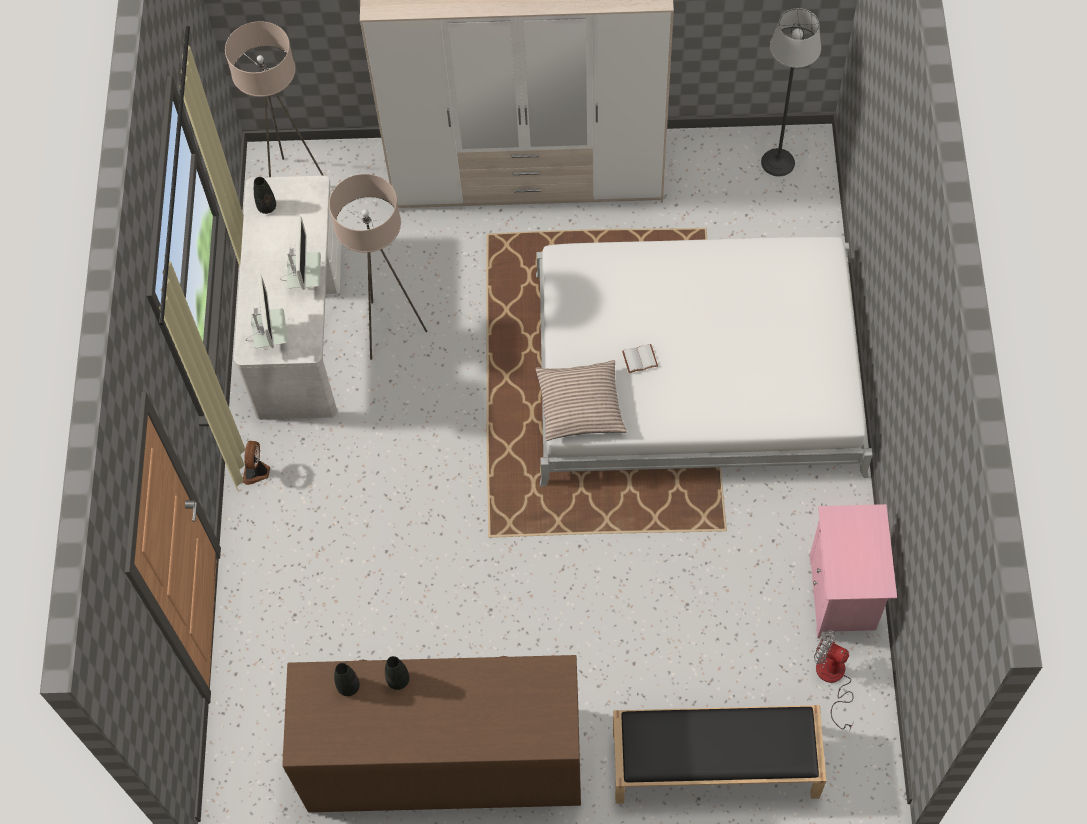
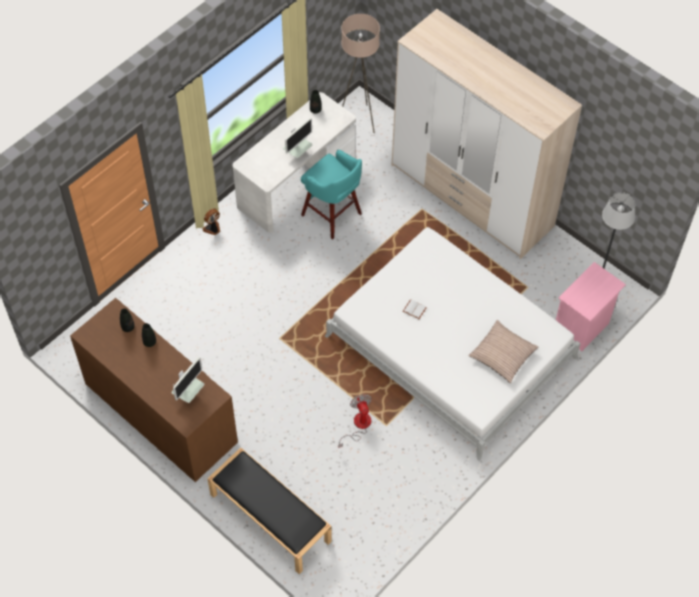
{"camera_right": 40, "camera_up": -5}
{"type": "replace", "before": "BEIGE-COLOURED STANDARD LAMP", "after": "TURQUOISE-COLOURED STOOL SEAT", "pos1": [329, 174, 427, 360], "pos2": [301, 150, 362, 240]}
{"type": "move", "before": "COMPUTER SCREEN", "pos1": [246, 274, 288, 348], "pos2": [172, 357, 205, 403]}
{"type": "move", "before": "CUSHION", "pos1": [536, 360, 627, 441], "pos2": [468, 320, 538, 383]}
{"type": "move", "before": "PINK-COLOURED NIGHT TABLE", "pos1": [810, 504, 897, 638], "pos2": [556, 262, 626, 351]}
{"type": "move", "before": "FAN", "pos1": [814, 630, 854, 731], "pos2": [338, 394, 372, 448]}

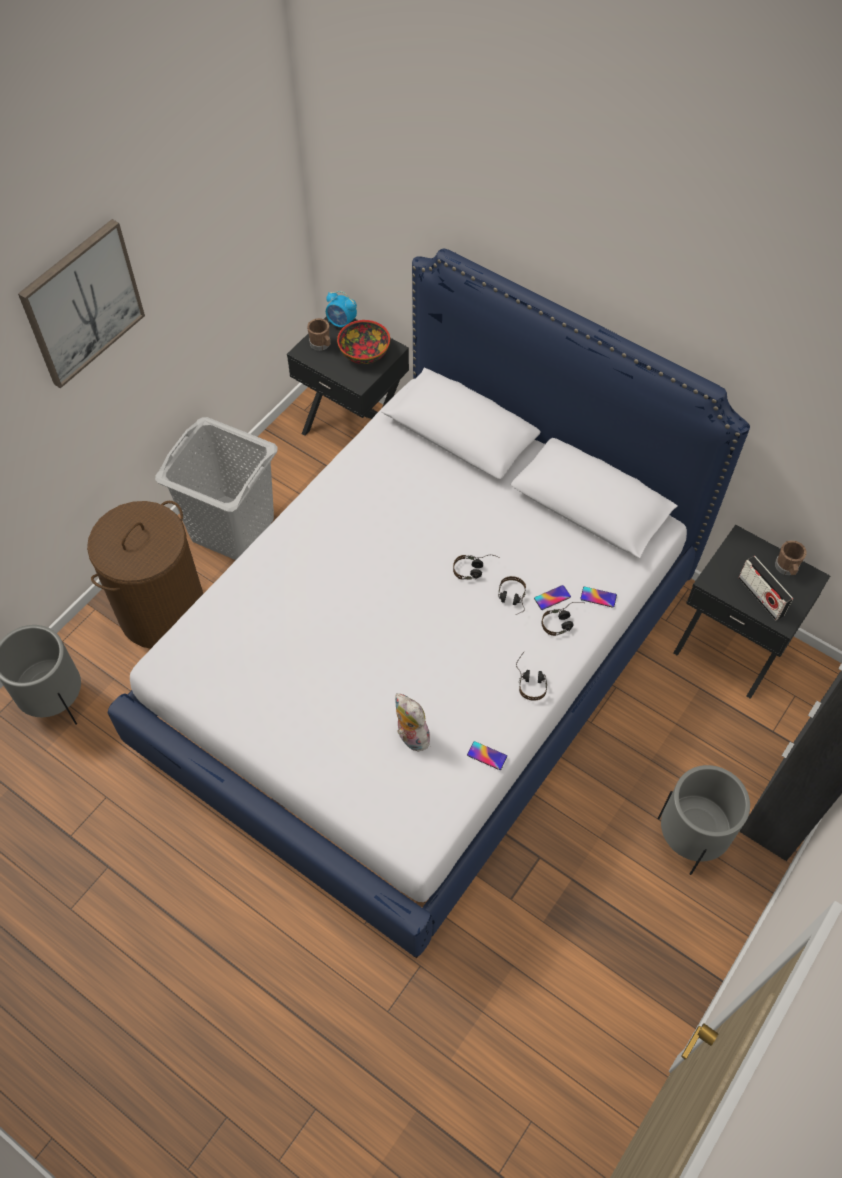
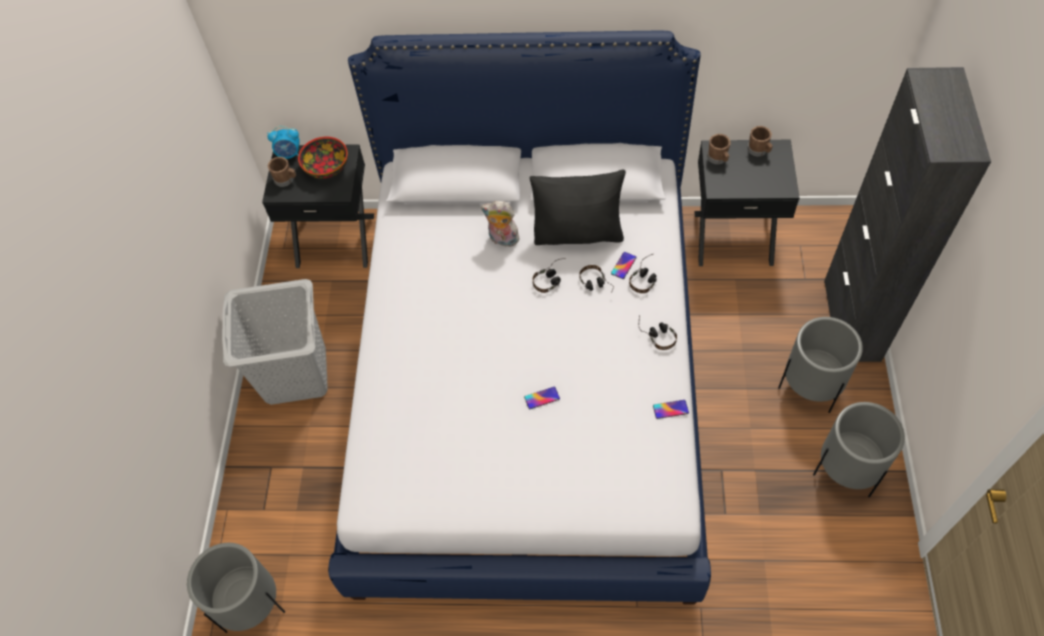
{"camera_right": -30, "camera_up": 0}
{"type": "delete", "before": "WALL ART", "pos1": [18, 219, 145, 388]}
{"type": "delete", "before": "BROWN-COLOURED LAUNDRY BASKET", "pos1": [87, 501, 203, 649]}
{"type": "delete", "before": "RADIO RECEIVER", "pos1": [739, 556, 793, 620]}
{"type": "move", "before": "PHONE", "pos1": [580, 587, 617, 608], "pos2": [524, 387, 560, 409]}
{"type": "move", "before": "SOFT TOY", "pos1": [395, 693, 430, 751], "pos2": [481, 201, 521, 247]}
{"type": "insert", "after": "BROWN-COLOURED COFFEE MUG", "pos2": [707, 134, 731, 164]}
{"type": "insert", "after": "BLACKISH CUSHION", "pos2": [529, 170, 626, 245]}
{"type": "insert", "after": "GRAY PLANT POT", "pos2": [813, 402, 905, 497]}

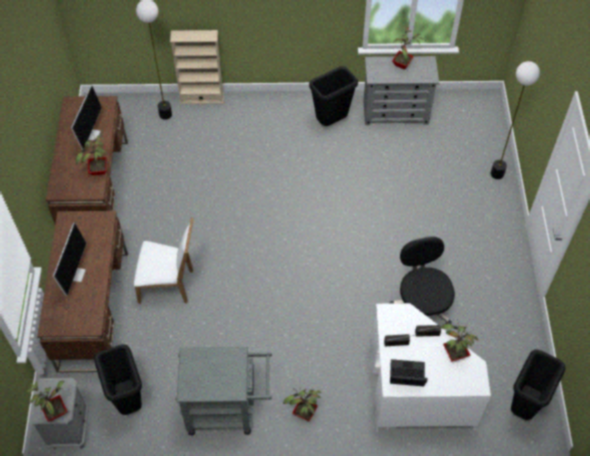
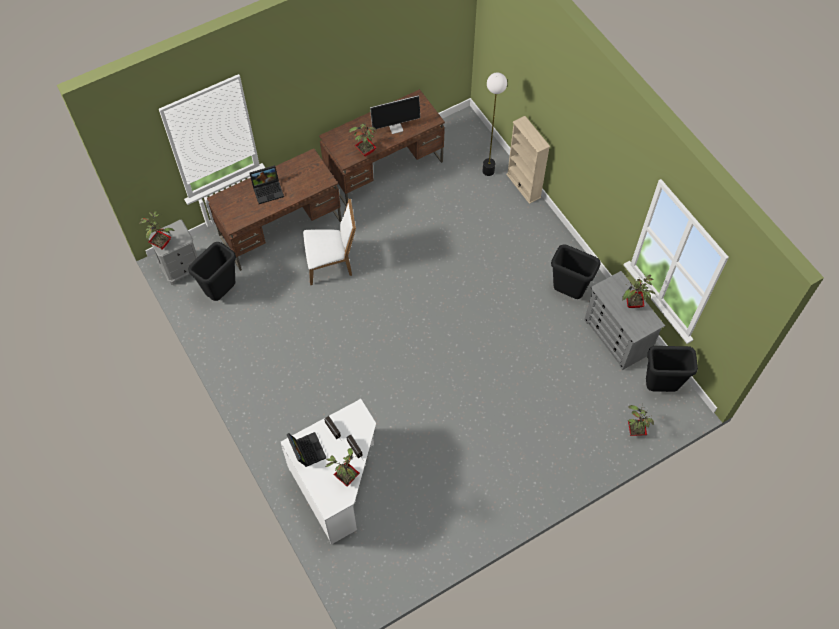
{"camera_right": 60, "camera_up": 5}
{"type": "delete", "before": "STANDARD LAMP", "pos1": [491, 61, 540, 179]}
{"type": "rotate", "before": "WHITISH CHAIR", "pos1": [134, 217, 194, 304], "pos2": [303, 198, 356, 285], "turn": -75}
{"type": "replace", "before": "COMPUTER SCREEN", "after": "LAPTOP", "pos1": [53, 223, 87, 296], "pos2": [249, 165, 284, 204]}
{"type": "delete", "before": "BLACKISH OFFICE CHAIR", "pos1": [389, 236, 455, 325]}
{"type": "delete", "before": "GRAY WHEELED CART", "pos1": [175, 347, 272, 435]}
{"type": "move", "before": "BLACKISH TRASH CAN", "pos1": [511, 350, 565, 420], "pos2": [646, 346, 698, 392]}
{"type": "move", "before": "POTTED PLANT", "pos1": [283, 388, 322, 422], "pos2": [628, 403, 654, 436]}

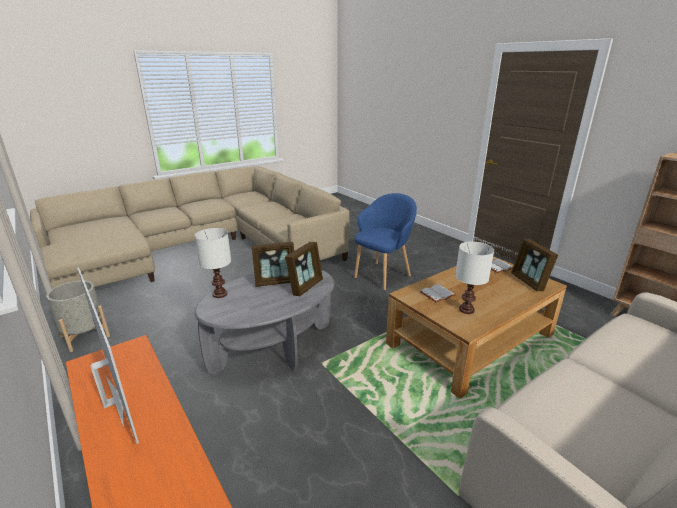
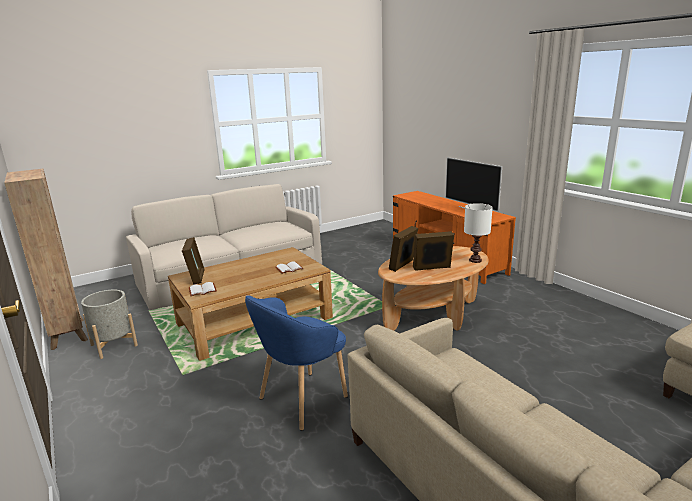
{"camera_right": -175, "camera_up": -5}
{"type": "delete", "before": "WHITISH TABLETOP LAMP", "pos1": [455, 241, 494, 314]}
{"type": "recolor", "before": "GRAY LOUNGE TABLE", "after": "BROWN-COLOURED LOUNGE TABLE", "pos1": [195, 270, 334, 375], "pos2": [378, 246, 489, 331]}
{"type": "move", "before": "GRAY PLANT POT", "pos1": [46, 281, 110, 352], "pos2": [81, 290, 138, 359]}

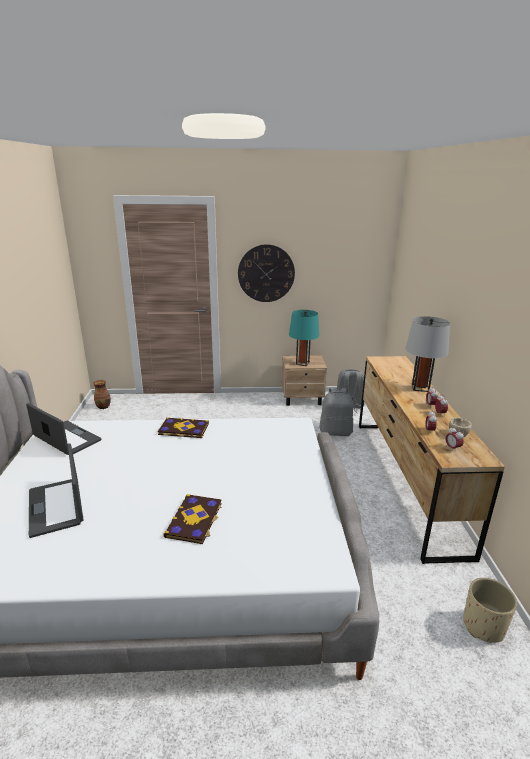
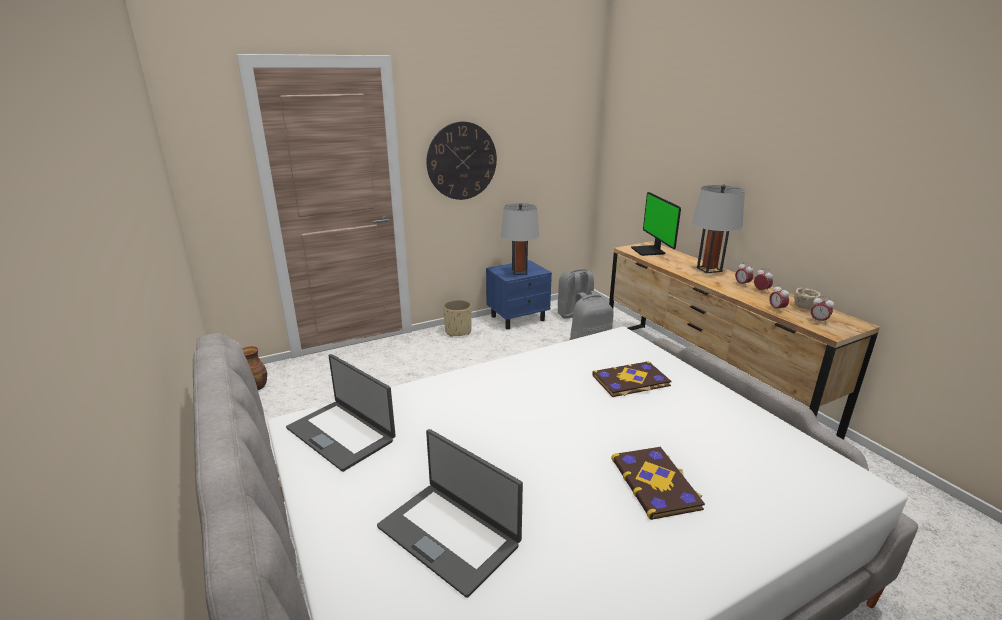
{"camera_right": -25, "camera_up": 0}
{"type": "recolor", "before": "TURQUOISE-COLOURED TABLETOP LAMP", "after": "GRAY TABLETOP LAMP", "pos1": [289, 310, 319, 366], "pos2": [501, 203, 539, 275]}
{"type": "recolor", "before": "BEIGE-COLOURED NIGHT TABLE", "after": "BLUE NIGHT TABLE", "pos1": [282, 356, 327, 406], "pos2": [486, 260, 552, 329]}
{"type": "rotate", "before": "LAPTOP", "pos1": [26, 403, 102, 455], "pos2": [286, 354, 396, 472], "turn": -150}
{"type": "move", "before": "BOUND BOOK", "pos1": [158, 417, 209, 438], "pos2": [592, 361, 672, 397]}
{"type": "move", "before": "BEIGE-COLOURED PLANT POT", "pos1": [463, 578, 517, 643], "pos2": [443, 299, 472, 337]}
{"type": "insert", "after": "COMPUTER SCREEN", "pos2": [631, 192, 681, 256]}

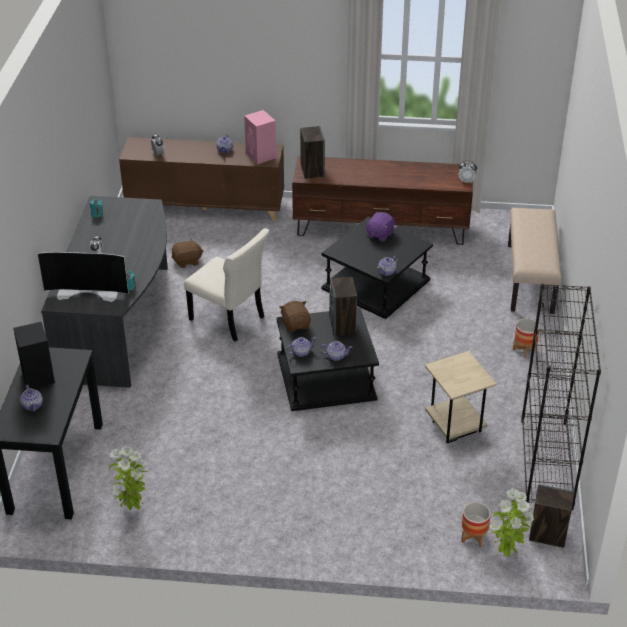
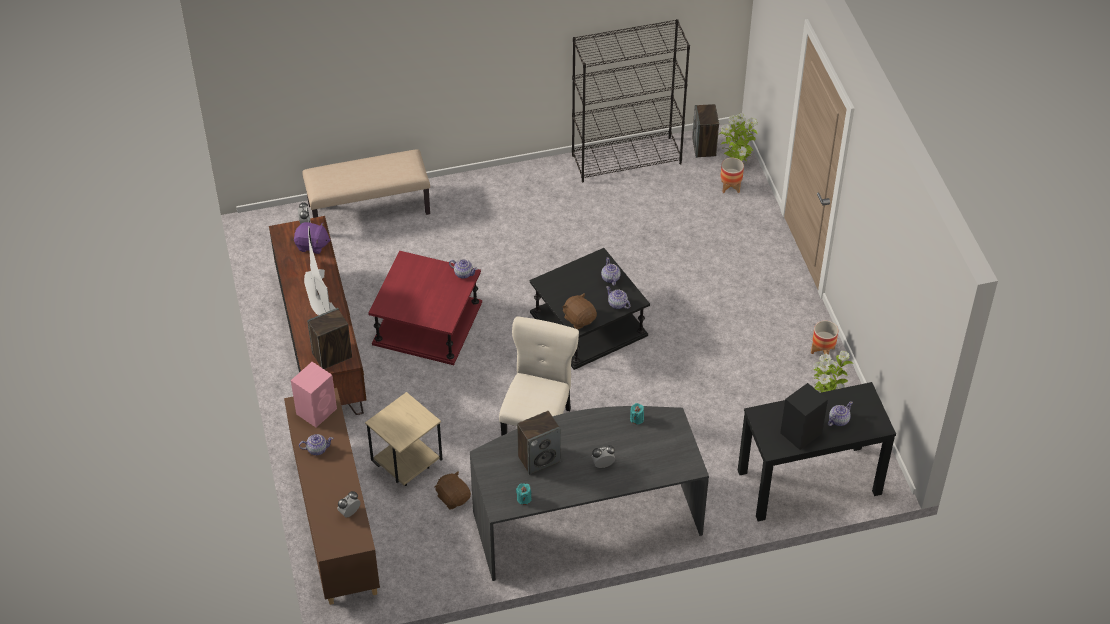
{"camera_right": -110, "camera_up": 10}
{"type": "move", "before": "PURPLE-COLOURED SOFT TOY", "pos1": [365, 212, 395, 242], "pos2": [294, 222, 331, 254]}
{"type": "recolor", "before": "BLACKISH SIDE TABLE", "after": "RED SIDE TABLE", "pos1": [321, 216, 433, 319], "pos2": [368, 251, 482, 365]}
{"type": "move", "before": "TELEVISION", "pos1": [37, 252, 129, 302], "pos2": [304, 227, 336, 315]}
{"type": "move", "before": "SPEAKER", "pos1": [329, 277, 357, 336], "pos2": [517, 411, 561, 475]}
{"type": "rotate", "before": "BROWN-COLOURED SOFT TOY", "pos1": [279, 301, 311, 332], "pos2": [562, 293, 597, 329], "turn": 90}
{"type": "move", "before": "PLANT POT", "pos1": [513, 318, 540, 358], "pos2": [811, 321, 838, 355]}
{"type": "move", "before": "BEIGE-COLOURED SIDE TABLE", "pos1": [425, 351, 497, 443], "pos2": [365, 392, 443, 486]}

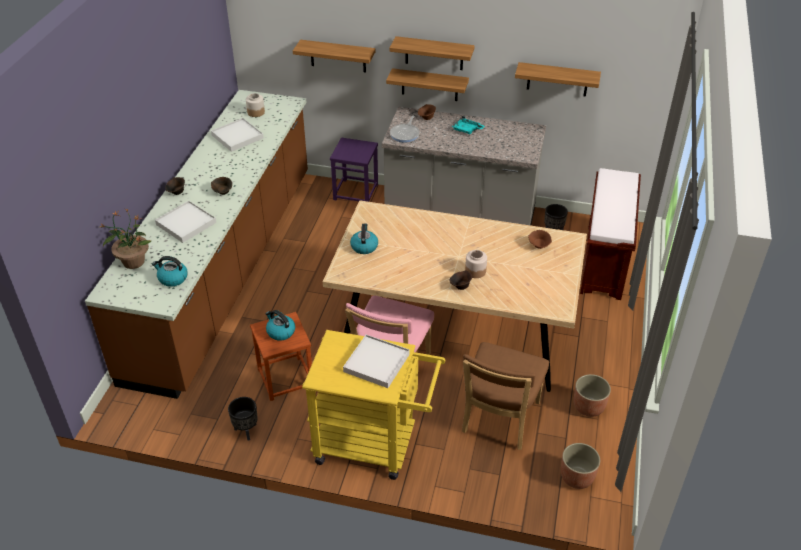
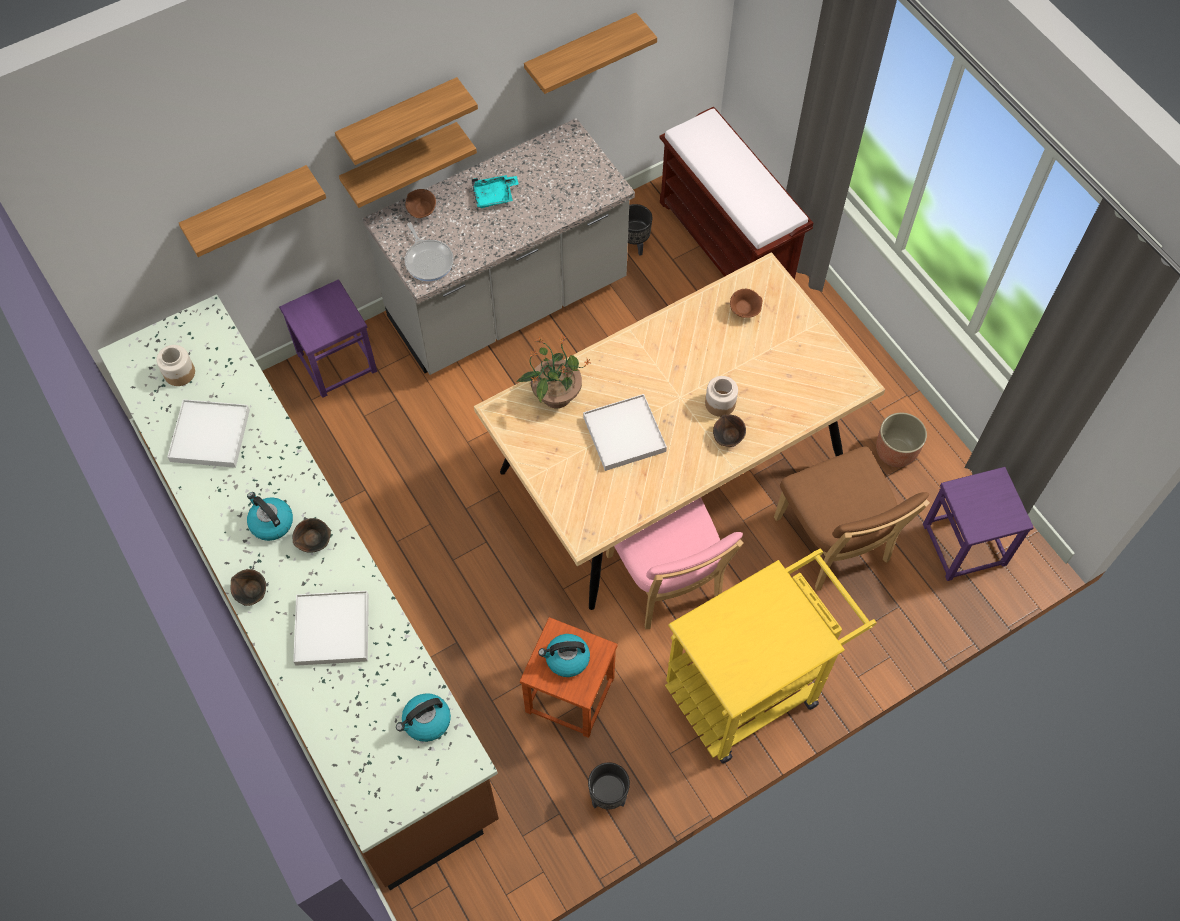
{"camera_right": -45, "camera_up": 20}
{"type": "move", "before": "POTTED PLANT", "pos1": [100, 209, 151, 269], "pos2": [516, 336, 591, 408]}
{"type": "move", "before": "WATER KETTLE", "pos1": [350, 224, 378, 254], "pos2": [247, 492, 293, 541]}
{"type": "move", "before": "WHITISH TRAY", "pos1": [343, 335, 410, 388], "pos2": [583, 394, 667, 471]}
{"type": "replace", "before": "PLANT POT", "after": "PURPLE-COLOURED STOOL SEAT", "pos1": [561, 443, 600, 489], "pos2": [923, 467, 1034, 581]}

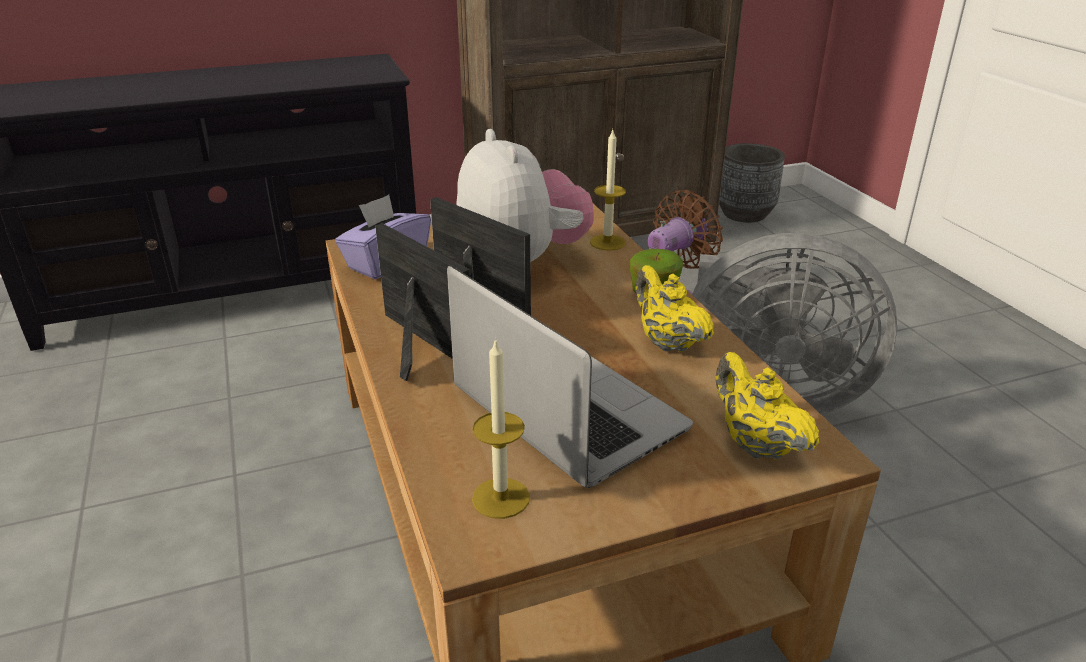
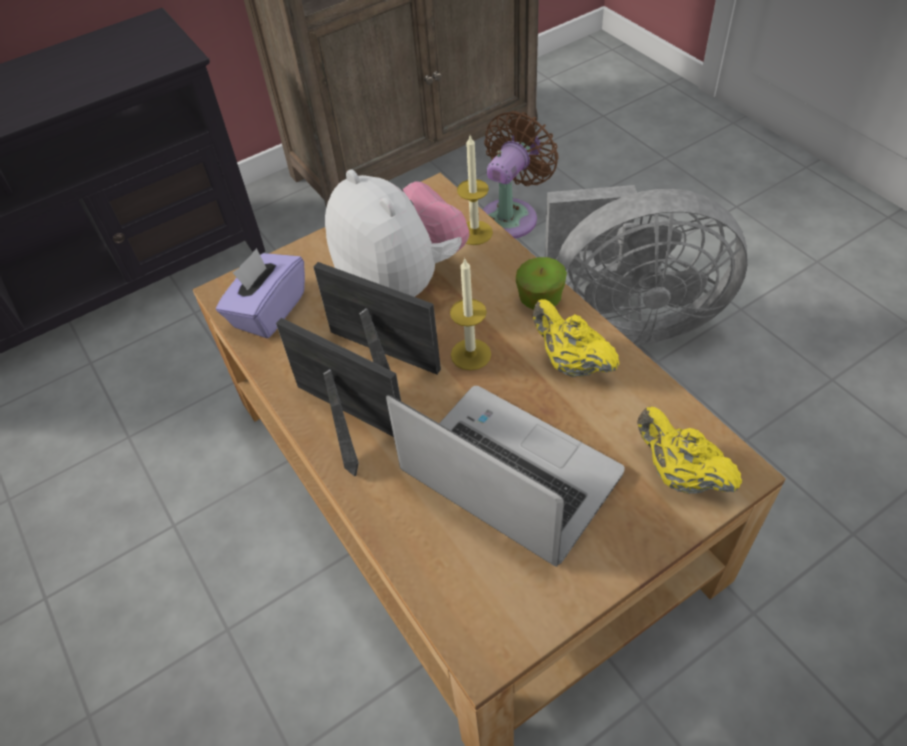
{"camera_right": -10, "camera_up": 20}
{"type": "delete", "before": "GRAY PLANT POT", "pos1": [719, 143, 785, 223]}
{"type": "move", "before": "CANDLE", "pos1": [472, 338, 530, 519], "pos2": [450, 258, 491, 370]}

